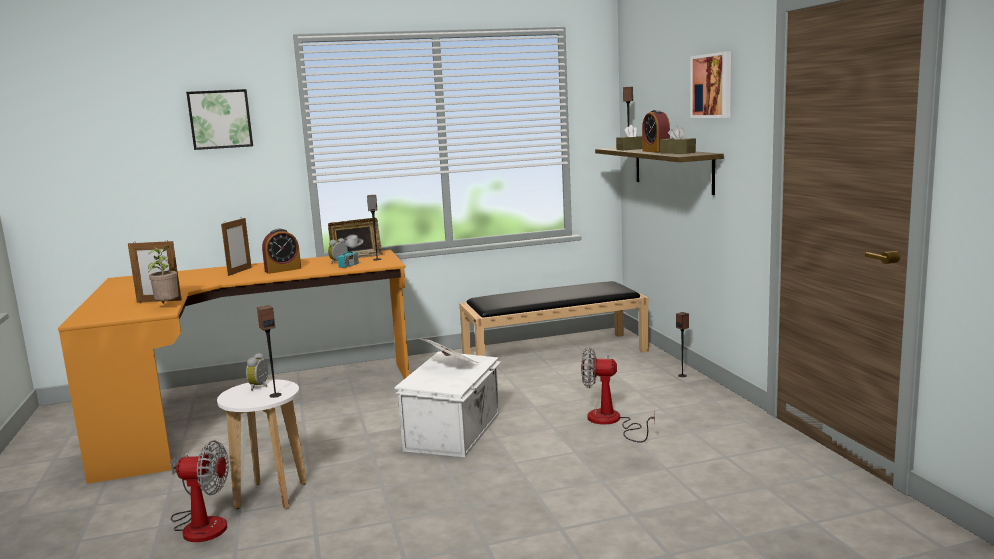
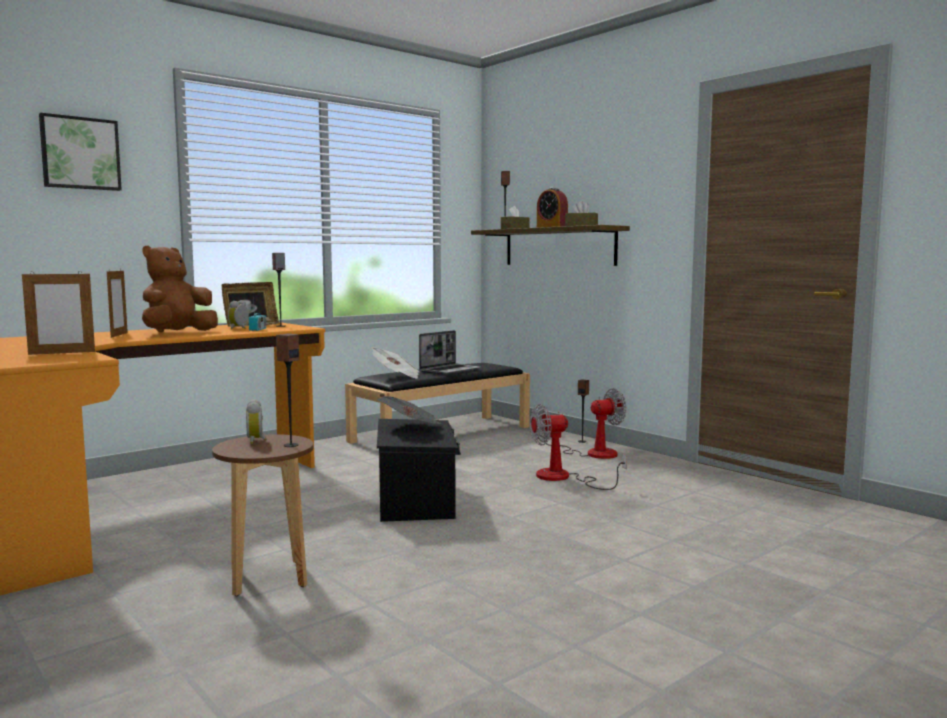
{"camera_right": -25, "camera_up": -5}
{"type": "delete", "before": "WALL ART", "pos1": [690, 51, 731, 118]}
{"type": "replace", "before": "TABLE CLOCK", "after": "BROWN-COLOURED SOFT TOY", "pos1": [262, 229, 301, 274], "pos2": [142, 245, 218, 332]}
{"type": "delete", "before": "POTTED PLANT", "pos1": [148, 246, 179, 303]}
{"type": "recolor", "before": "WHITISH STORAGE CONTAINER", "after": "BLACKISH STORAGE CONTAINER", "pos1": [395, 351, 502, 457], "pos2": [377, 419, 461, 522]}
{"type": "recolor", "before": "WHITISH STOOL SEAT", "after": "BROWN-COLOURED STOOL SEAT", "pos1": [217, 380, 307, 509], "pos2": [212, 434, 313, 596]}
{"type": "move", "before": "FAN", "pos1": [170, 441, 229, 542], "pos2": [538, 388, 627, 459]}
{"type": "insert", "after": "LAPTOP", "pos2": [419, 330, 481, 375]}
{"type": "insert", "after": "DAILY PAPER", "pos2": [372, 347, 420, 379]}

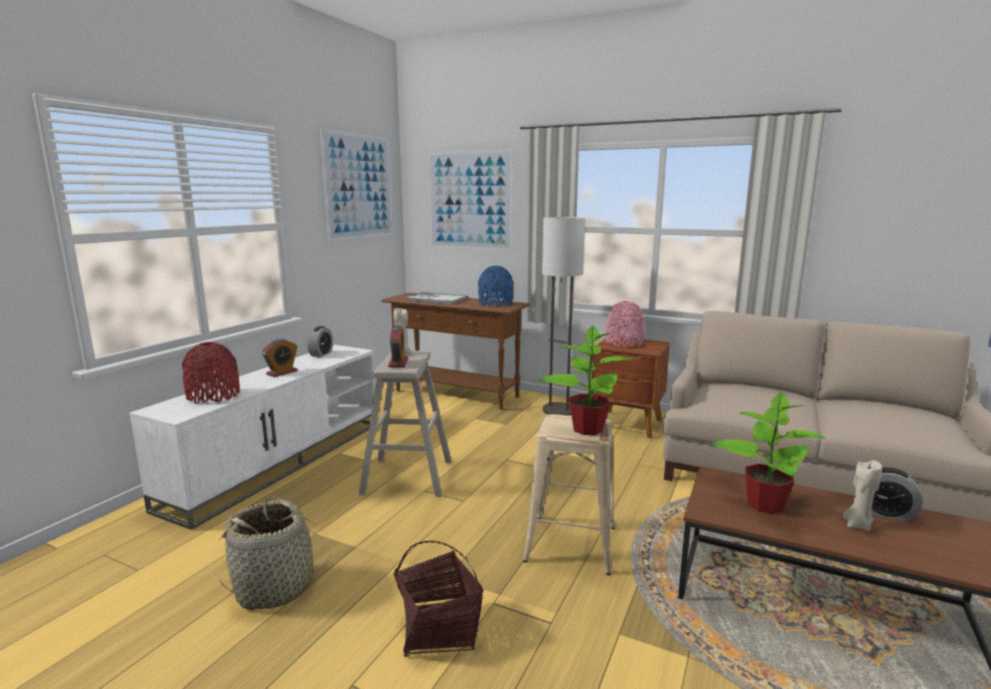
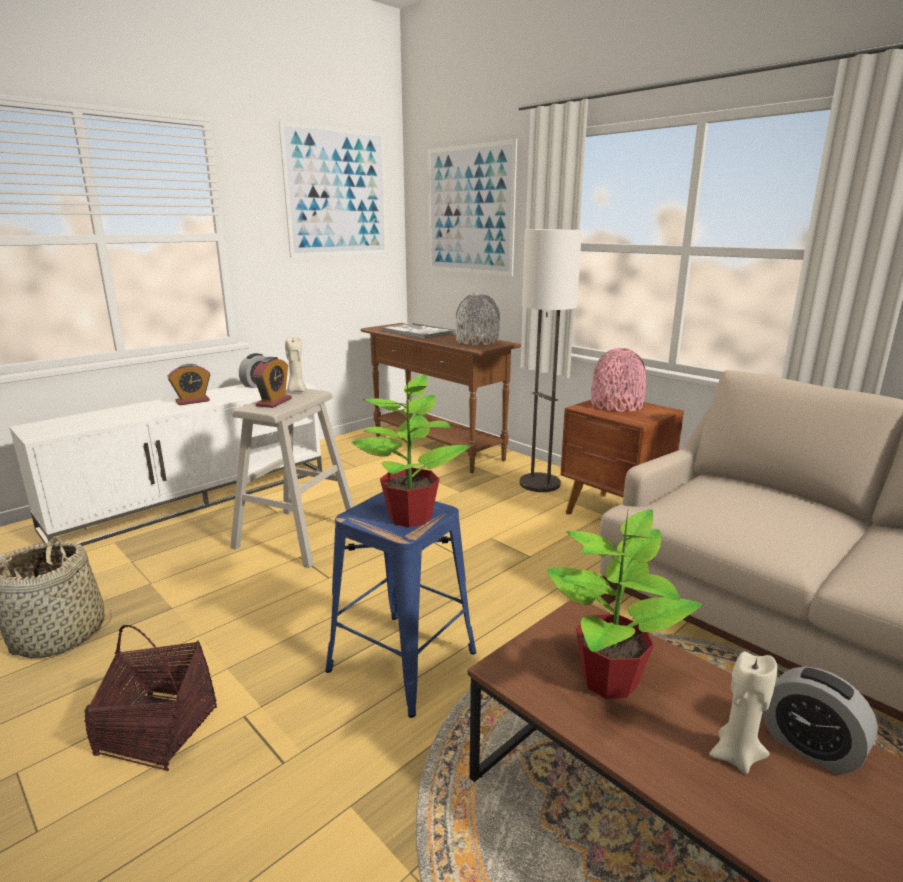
{"camera_right": 20, "camera_up": 5}
{"type": "recolor", "before": "BLUE DECORATIVE VASE", "after": "GRAY DECORATIVE VASE", "pos1": [478, 266, 514, 307], "pos2": [456, 293, 500, 345]}
{"type": "delete", "before": "RED DECORATIVE VASE", "pos1": [182, 342, 240, 404]}
{"type": "recolor", "before": "BEIGE-COLOURED STOOL SEAT", "after": "BLUE STOOL SEAT", "pos1": [523, 414, 615, 575], "pos2": [325, 492, 476, 718]}

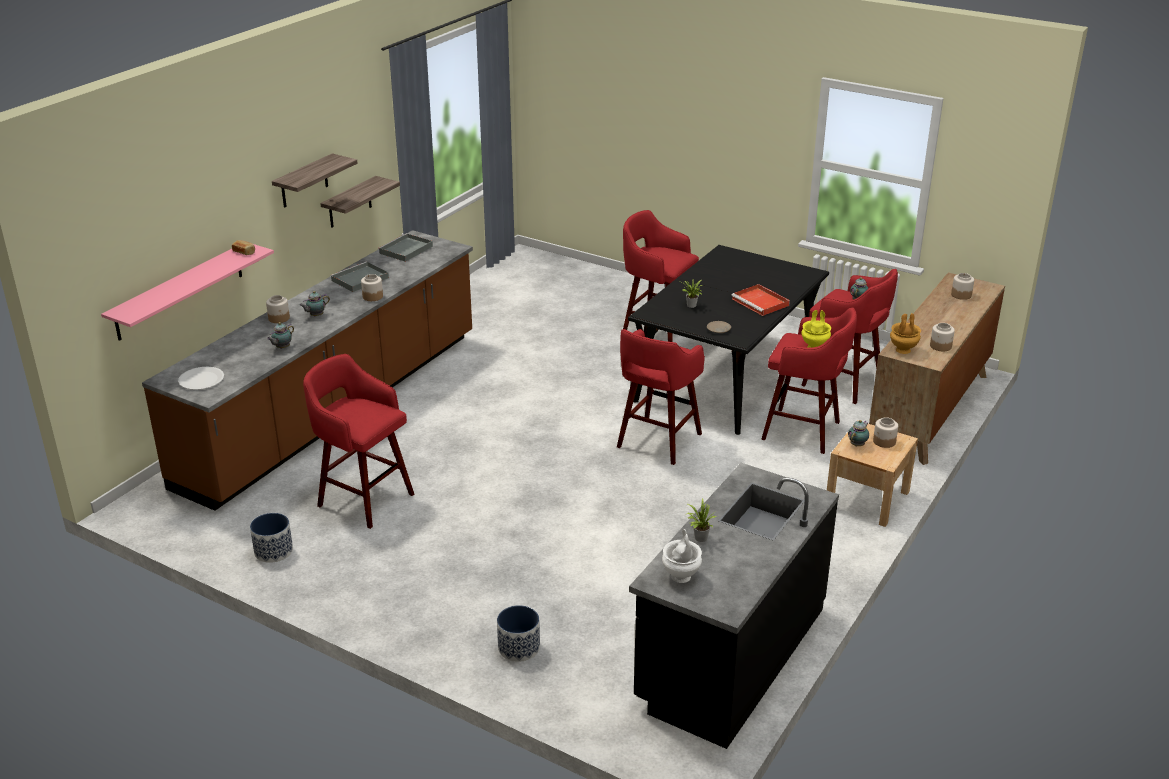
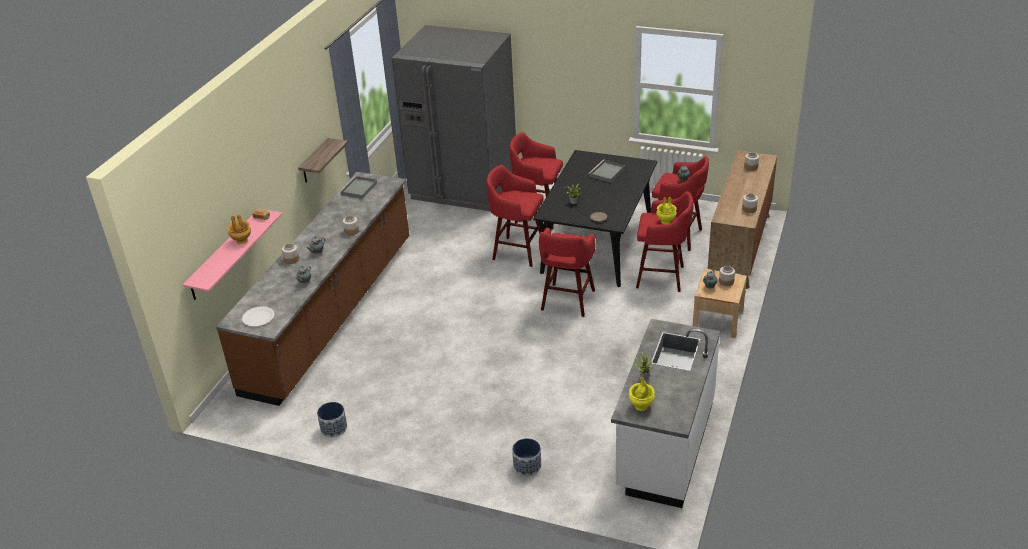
{"camera_right": -10, "camera_up": 5}
{"type": "delete", "before": "BRACKET SHELF", "pos1": [272, 153, 358, 208]}
{"type": "move", "before": "GRAY TRAY", "pos1": [330, 262, 389, 292], "pos2": [588, 160, 625, 183]}
{"type": "delete", "before": "RED TRAY", "pos1": [731, 284, 790, 316]}
{"type": "move", "before": "BROWN-COLOURED DECORATIVE VASE", "pos1": [890, 313, 921, 354], "pos2": [227, 215, 251, 244]}
{"type": "move", "before": "RED STOOL SEAT", "pos1": [303, 354, 414, 529], "pos2": [486, 165, 544, 267]}
{"type": "recolor", "before": "BLACKISH KITCHEN COUNTER", "after": "WHITISH KITCHEN COUNTER", "pos1": [629, 463, 839, 749], "pos2": [611, 319, 720, 508]}
{"type": "recolor", "before": "WHITISH DECORATIVE VASE", "after": "YELLOWISH DECORATIVE VASE", "pos1": [662, 529, 702, 583], "pos2": [629, 377, 655, 411]}
{"type": "insert", "after": "GRAY FRIDGE", "pos2": [392, 25, 516, 211]}

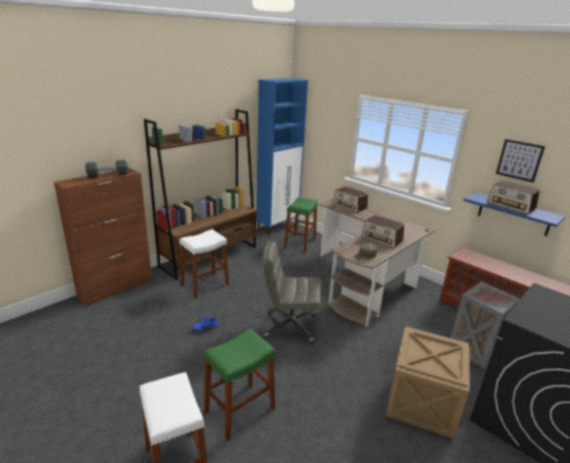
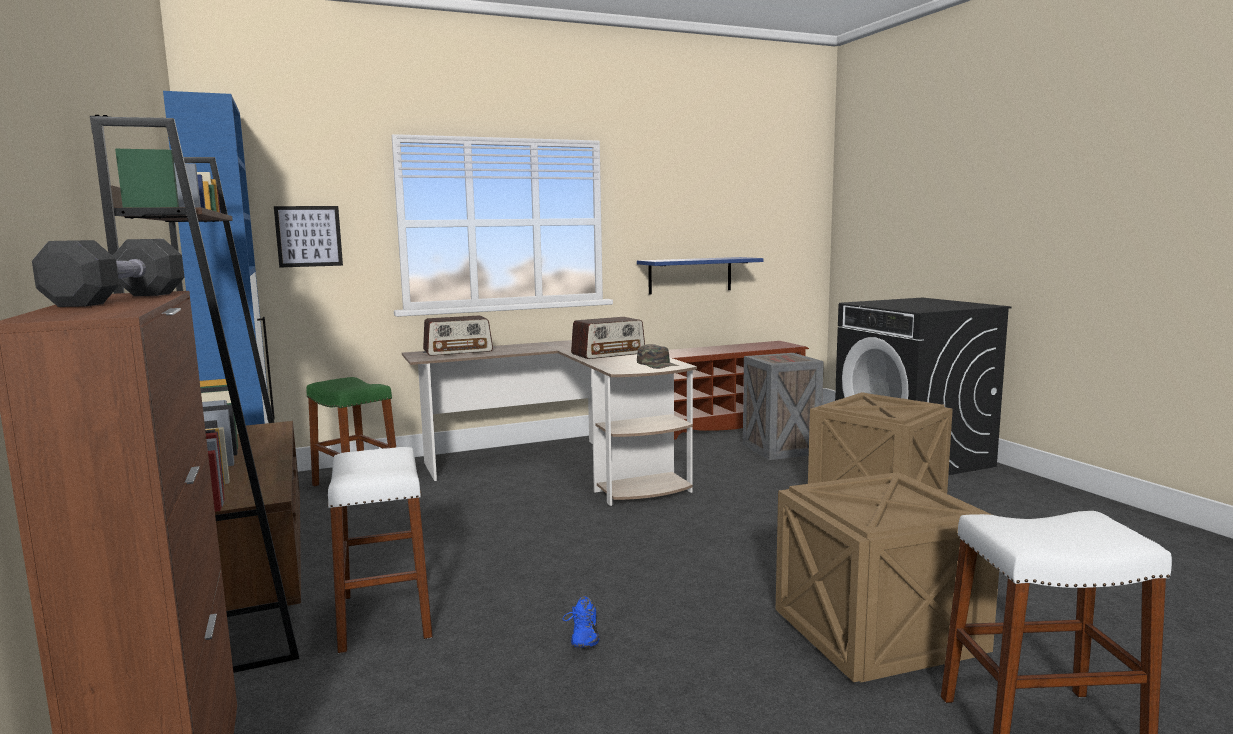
{"camera_right": -65, "camera_up": -15}
{"type": "move", "before": "WALL ART", "pos1": [496, 139, 545, 183], "pos2": [274, 206, 343, 268]}
{"type": "delete", "before": "RADIO RECEIVER", "pos1": [488, 180, 540, 214]}
{"type": "delete", "before": "GRAY OFFICE CHAIR", "pos1": [263, 241, 322, 343]}
{"type": "replace", "before": "GREEN-COLOURED STOOL SEAT", "after": "PACKING CRATE", "pos1": [203, 329, 275, 440], "pos2": [776, 472, 999, 682]}

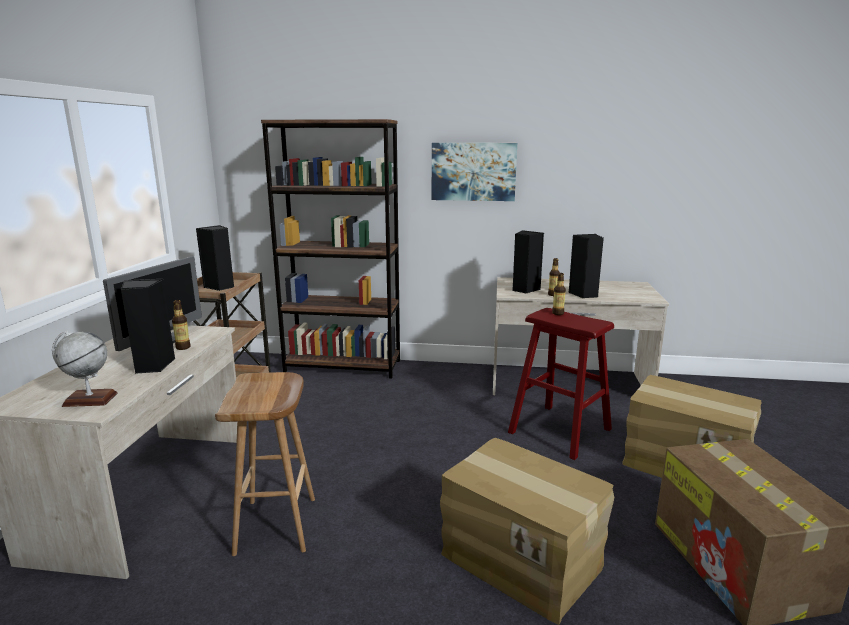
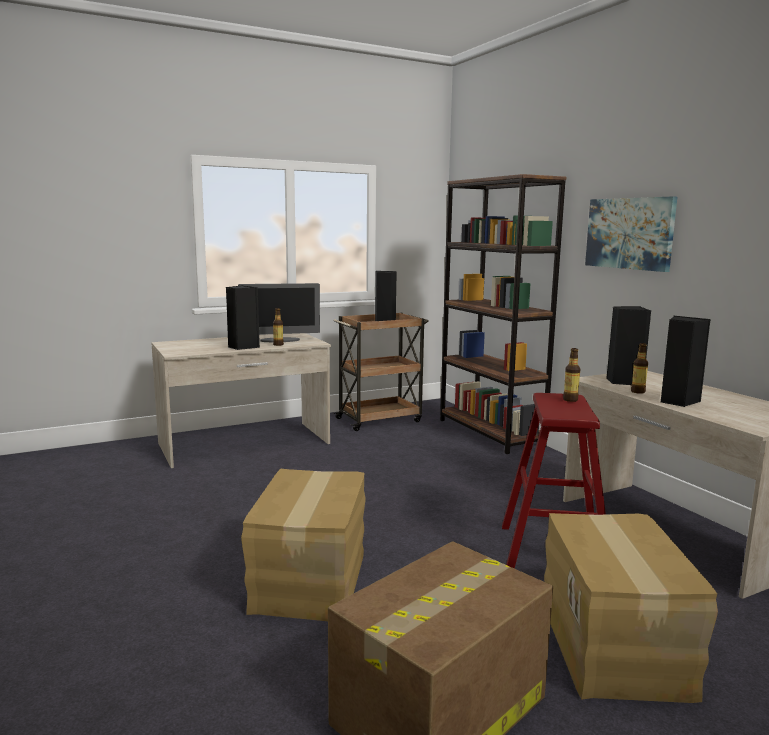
{"camera_right": 55, "camera_up": -5}
{"type": "delete", "before": "GLOBE", "pos1": [52, 330, 118, 407]}
{"type": "delete", "before": "BROWN-COLOURED STOOL SEAT", "pos1": [215, 372, 315, 556]}

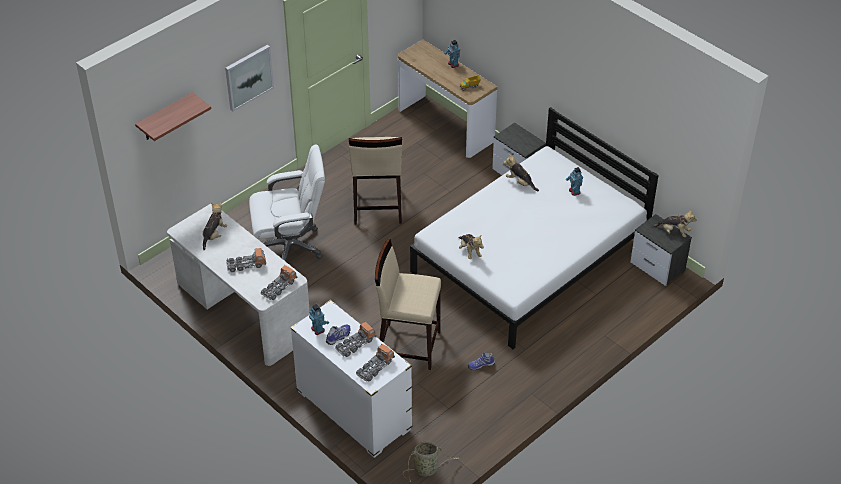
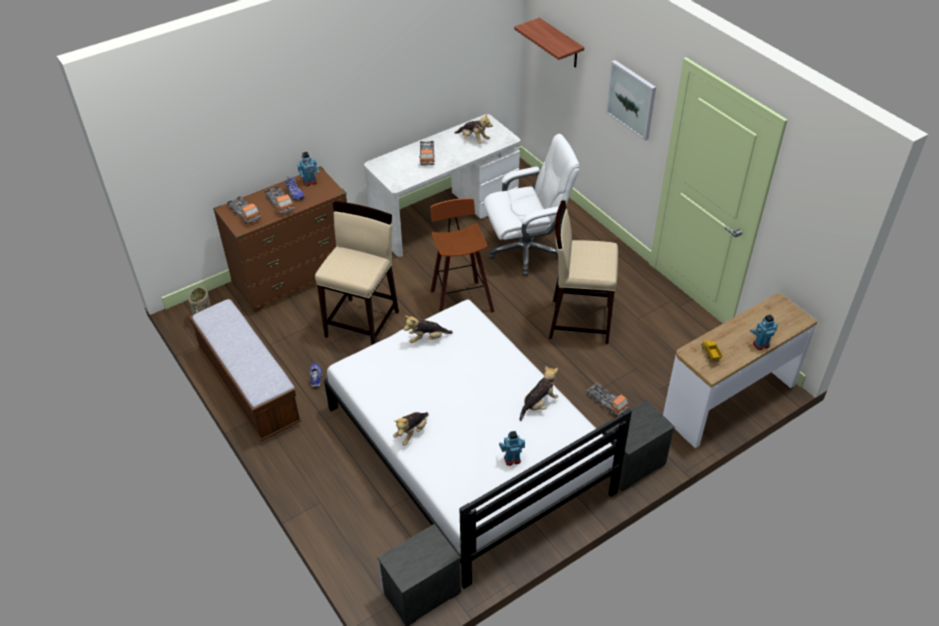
{"camera_right": 100, "camera_up": 0}
{"type": "rotate", "before": "WHITISH OFFICE CHAIR", "pos1": [249, 144, 325, 262], "pos2": [484, 134, 580, 276], "turn": -105}
{"type": "move", "before": "SOFT TOY", "pos1": [653, 210, 697, 237], "pos2": [393, 412, 429, 445]}
{"type": "move", "before": "MODEL TRUCK", "pos1": [260, 265, 297, 300], "pos2": [586, 383, 629, 416]}
{"type": "recolor", "before": "WHITISH DRAWER CHEST", "after": "BROWN-COLOURED DRAWER CHEST", "pos1": [290, 300, 412, 458], "pos2": [213, 166, 347, 313]}
{"type": "insert", "after": "STOOL SEAT", "pos2": [430, 198, 494, 312]}
{"type": "insert", "after": "BENCH", "pos2": [189, 299, 301, 441]}

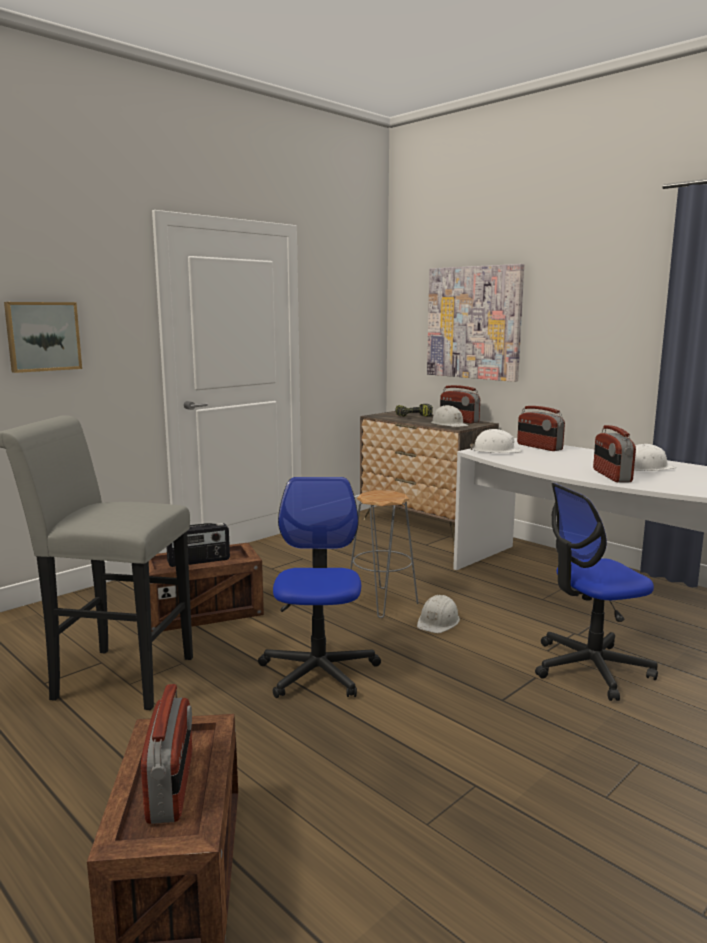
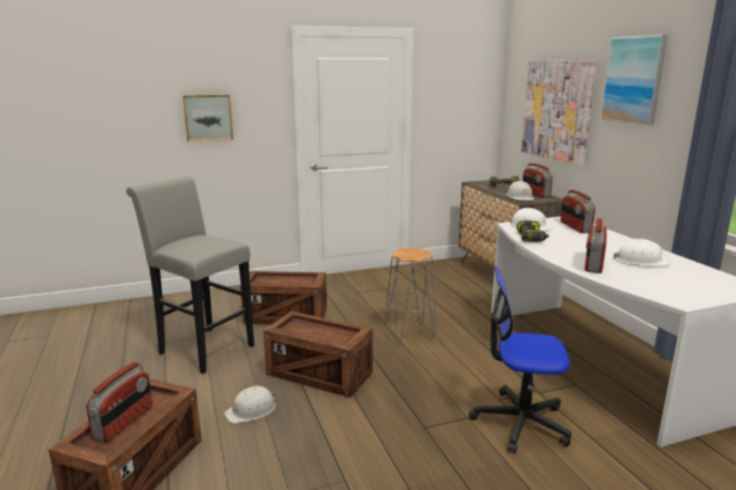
{"camera_right": 25, "camera_up": 5}
{"type": "replace", "before": "OFFICE CHAIR", "after": "PACKING CRATE", "pos1": [258, 477, 381, 698], "pos2": [263, 311, 373, 398]}
{"type": "delete", "before": "RADIO RECEIVER", "pos1": [167, 523, 230, 567]}
{"type": "move", "before": "WHITISH SAFETY HELMET", "pos1": [417, 595, 460, 633], "pos2": [224, 386, 276, 424]}
{"type": "insert", "after": "WALL ART", "pos2": [600, 34, 668, 126]}
{"type": "insert", "after": "POWER DRILL", "pos2": [516, 220, 549, 242]}

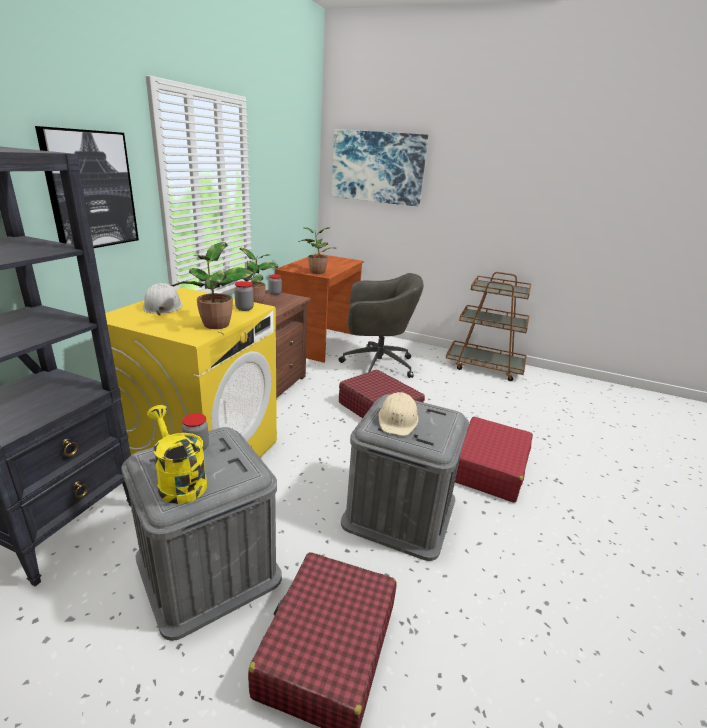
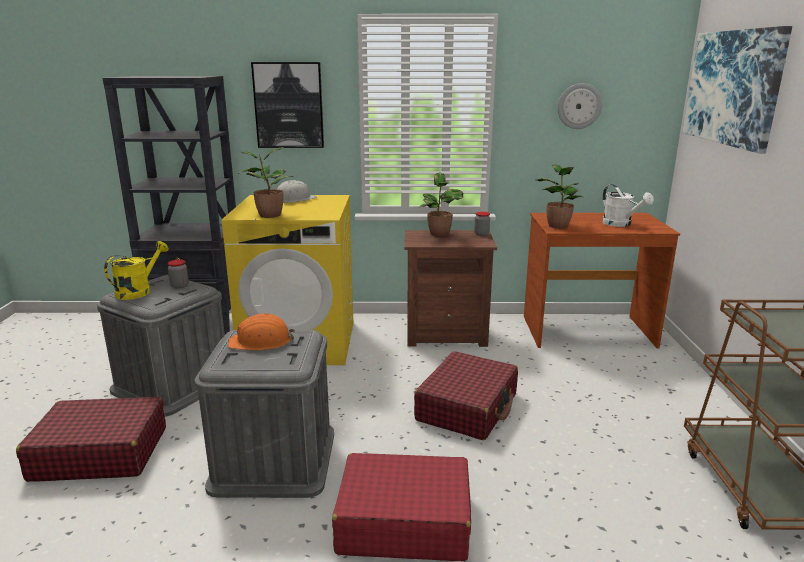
{"camera_right": 70, "camera_up": -5}
{"type": "delete", "before": "GRAY OFFICE CHAIR", "pos1": [338, 273, 424, 378]}
{"type": "delete", "before": "PRESERVE JAR", "pos1": [234, 281, 254, 311]}
{"type": "recolor", "before": "BEIGE-COLOURED SAFETY HELMET", "after": "ORANGEY SAFETY HELMET", "pos1": [379, 392, 419, 436], "pos2": [228, 314, 295, 350]}
{"type": "insert", "after": "CLOCK ON THE WALL", "pos2": [558, 83, 602, 129]}
{"type": "insert", "after": "WHITISH WATERING POT", "pos2": [602, 184, 654, 227]}

